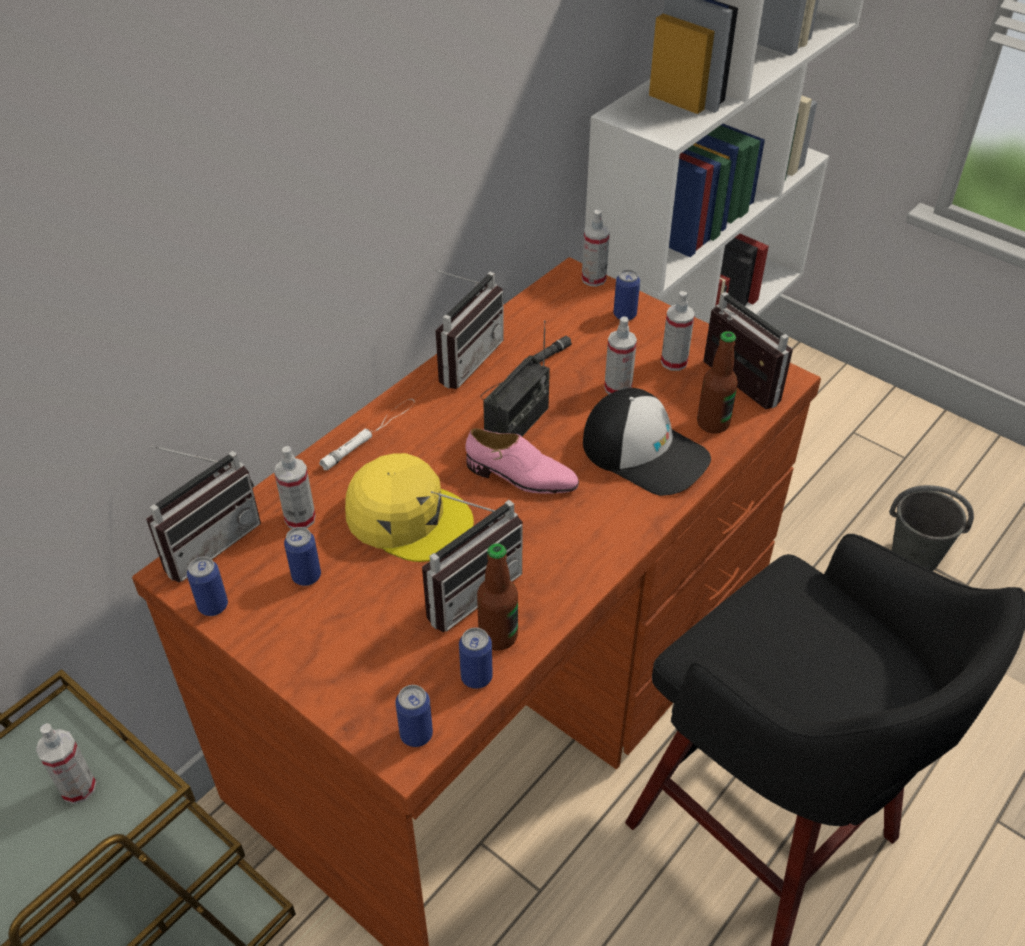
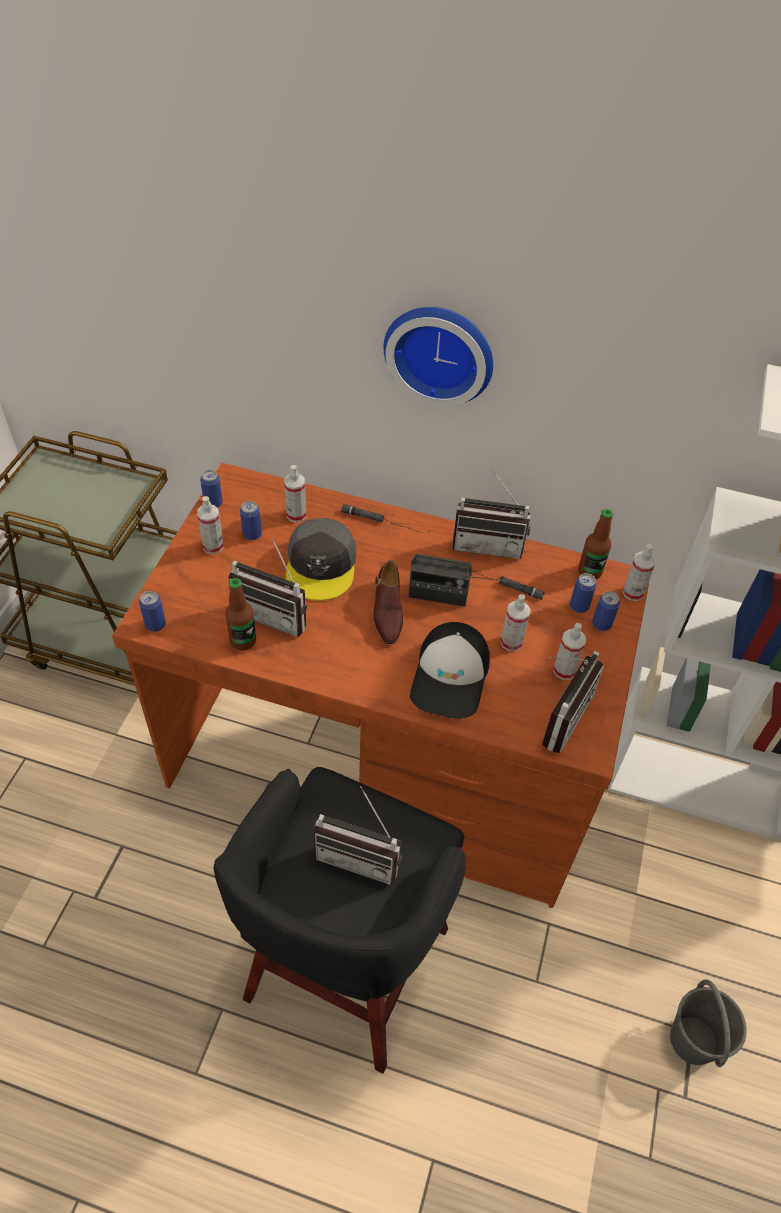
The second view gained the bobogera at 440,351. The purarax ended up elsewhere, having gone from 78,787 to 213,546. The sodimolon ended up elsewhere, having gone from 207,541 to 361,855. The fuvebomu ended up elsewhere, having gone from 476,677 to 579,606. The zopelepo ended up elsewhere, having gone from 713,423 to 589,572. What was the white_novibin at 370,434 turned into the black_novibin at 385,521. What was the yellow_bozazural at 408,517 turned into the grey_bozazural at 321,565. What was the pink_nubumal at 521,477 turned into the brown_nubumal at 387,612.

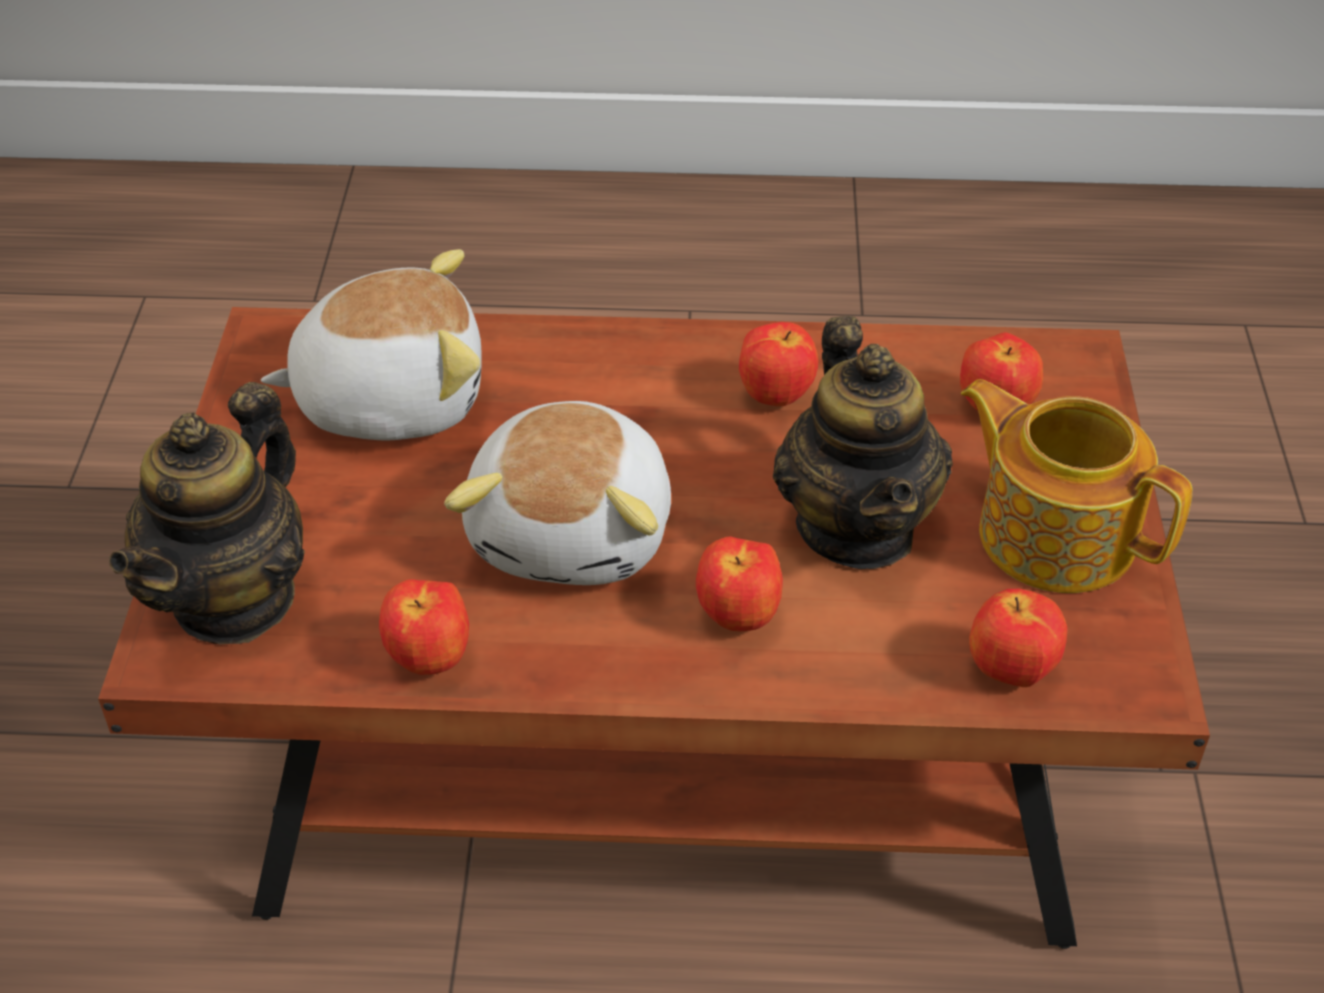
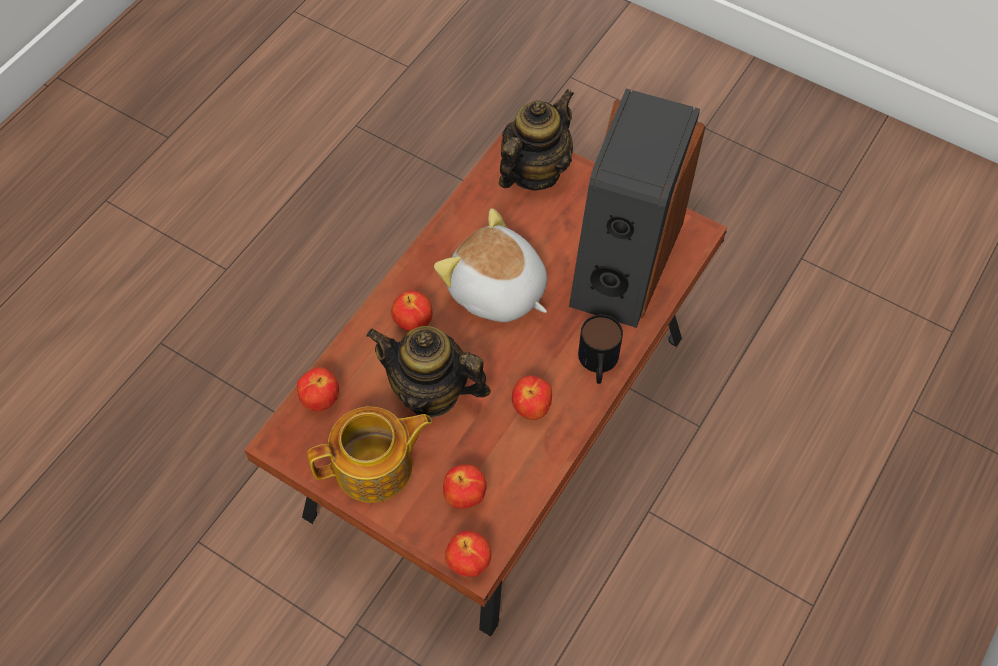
The second view gained the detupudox at 598,364. The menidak ended up elsewhere, having gone from 431,660 to 468,563. Where the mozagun stood at 390,397, the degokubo came to stand at 624,261. The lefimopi at 234,598 ended up facing another way, 75 degrees clockwise from before.

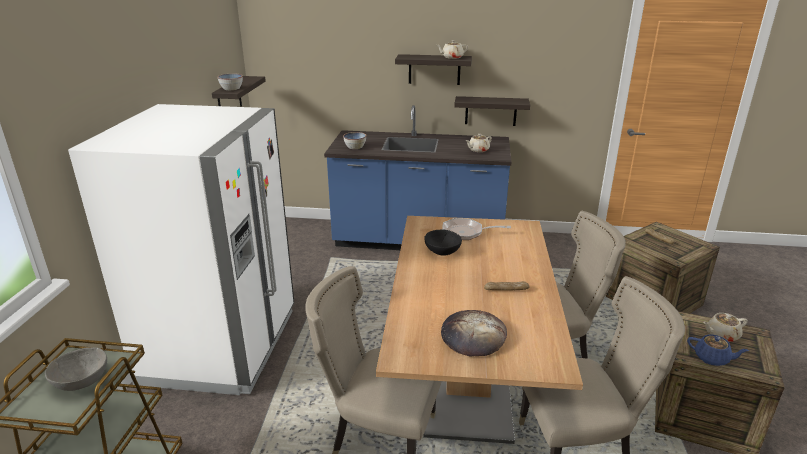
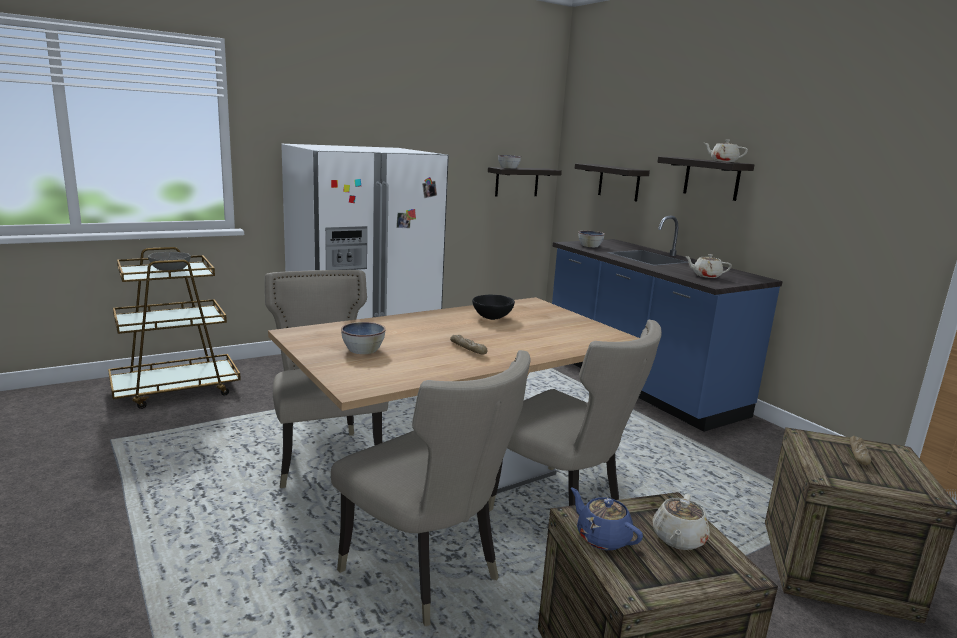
The second view lost the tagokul at 466,232. The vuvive ended up elsewhere, having gone from 491,111 to 619,182. Where the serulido stood at 473,336, the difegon came to stand at 363,350. The blue_lefimopi at 712,358 ended up facing another way, 150 degrees clockwise from before. The beige_lefimopi at 721,335 ended up facing another way, 105 degrees counterclockwise from before.

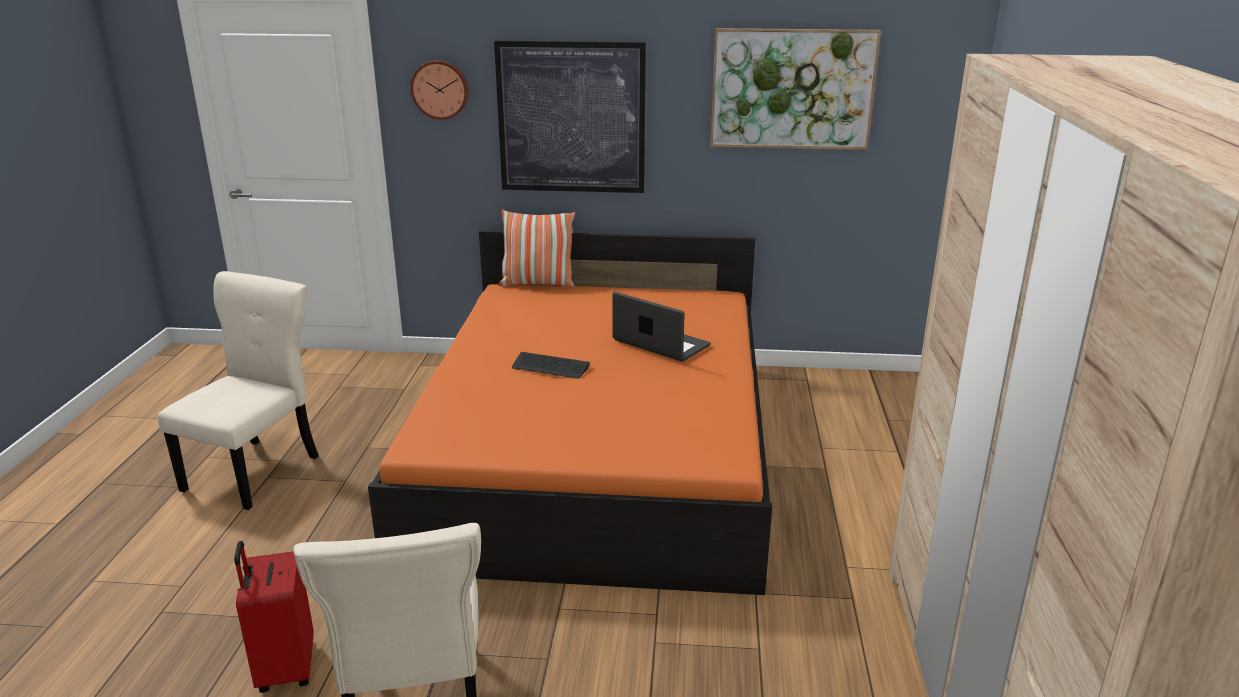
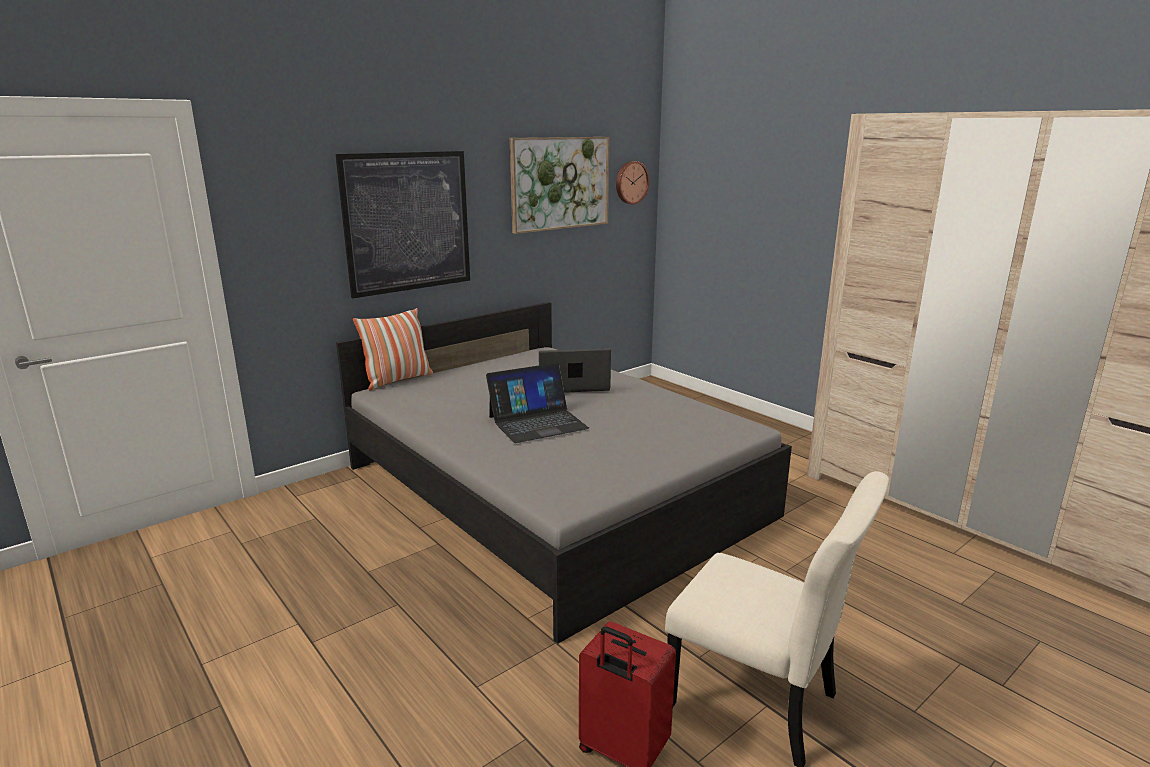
The second view lost the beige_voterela at 256,471. The bobogera ended up elsewhere, having gone from 440,89 to 631,182. Where the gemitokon stood at 550,367, the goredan came to stand at 537,422. What was the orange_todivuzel at 596,451 turned into the grey_todivuzel at 552,491.

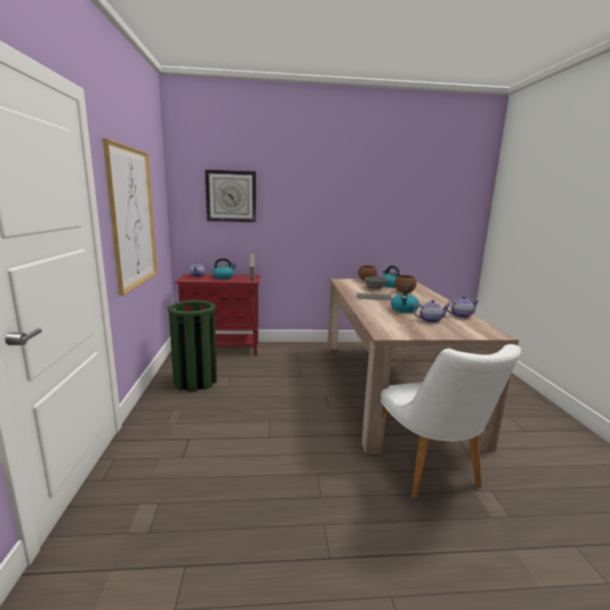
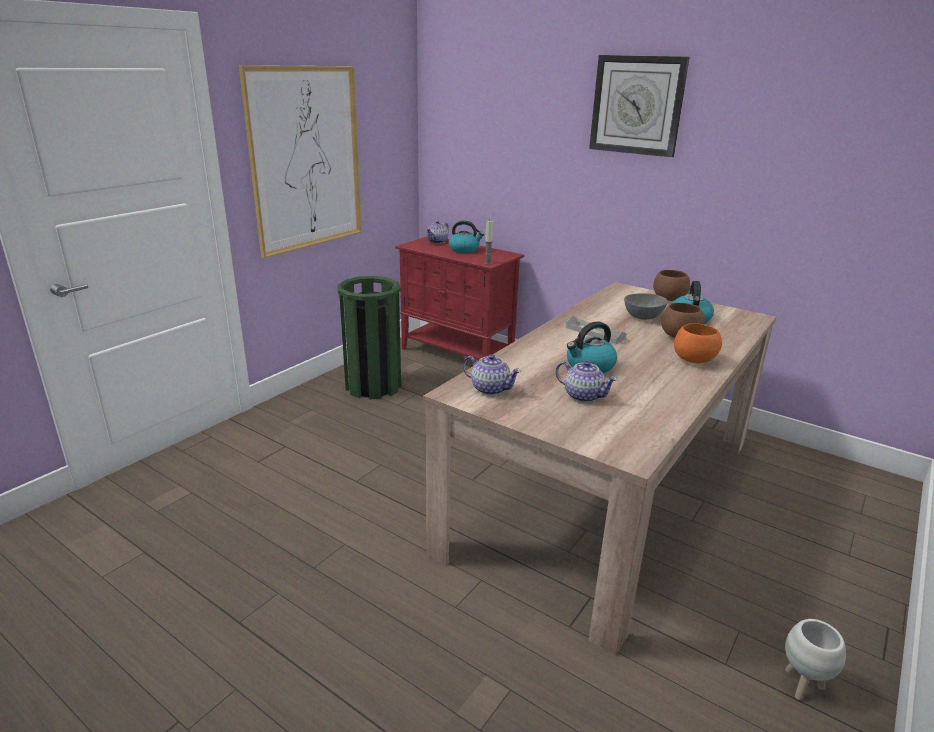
The second view lost the white_voterela at 432,473. The second view gained the orange_difegon at 694,361. The second view gained the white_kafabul at 802,686. The bobogera ended up elsewhere, having gone from 231,196 to 637,105. The lefimopi ended up elsewhere, having gone from 460,315 to 490,389.

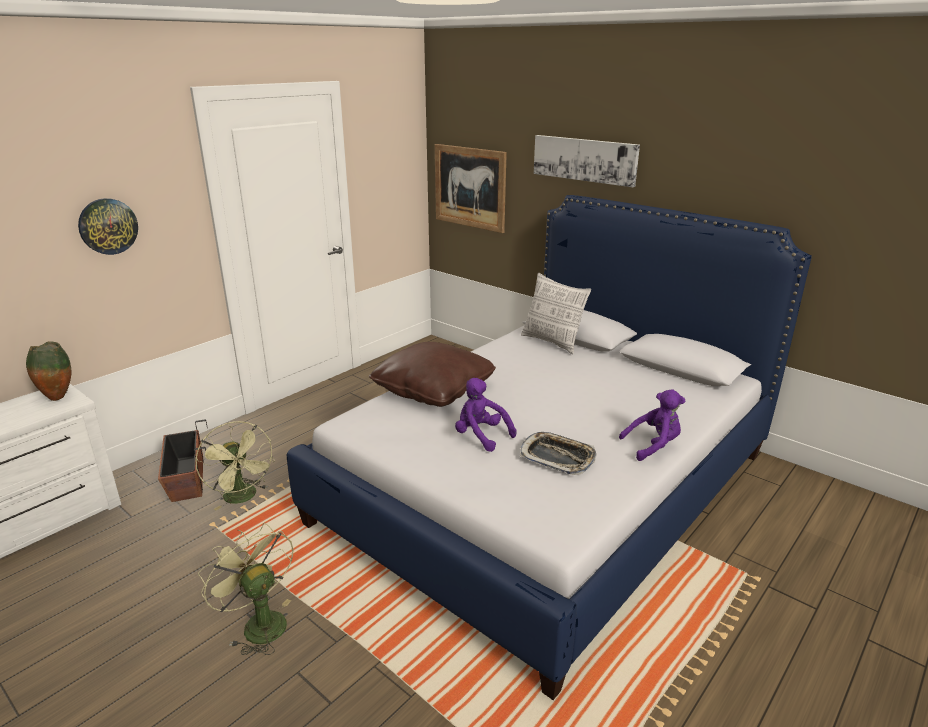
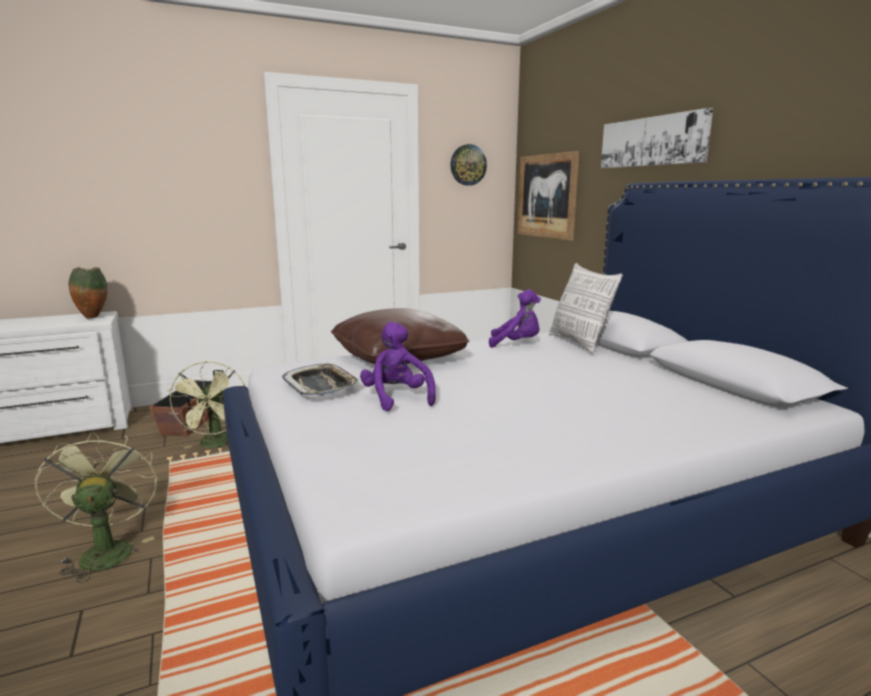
The bobogera ended up elsewhere, having gone from 108,226 to 468,165. The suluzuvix ended up elsewhere, having gone from 557,457 to 321,386. The purple_mozagun ended up elsewhere, having gone from 653,446 to 516,344.

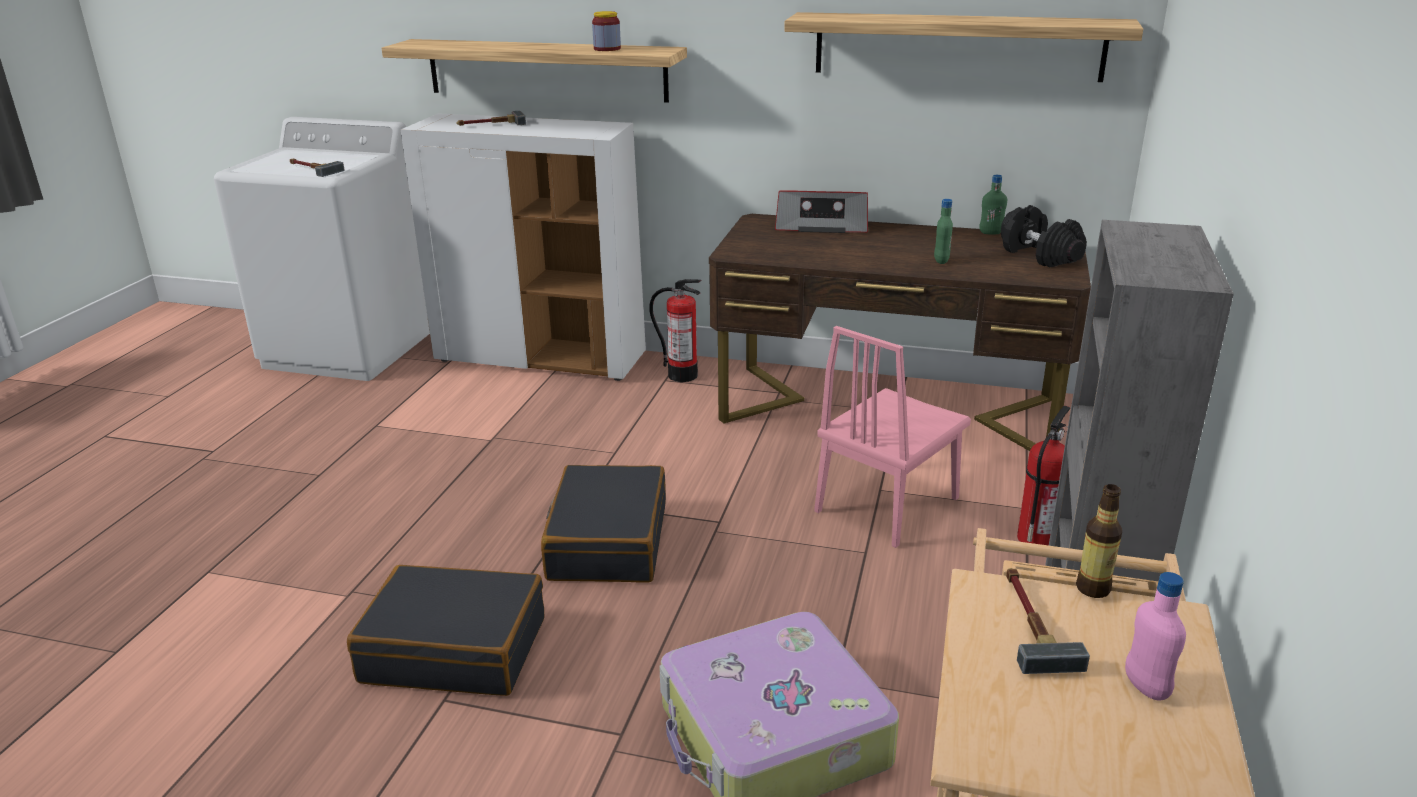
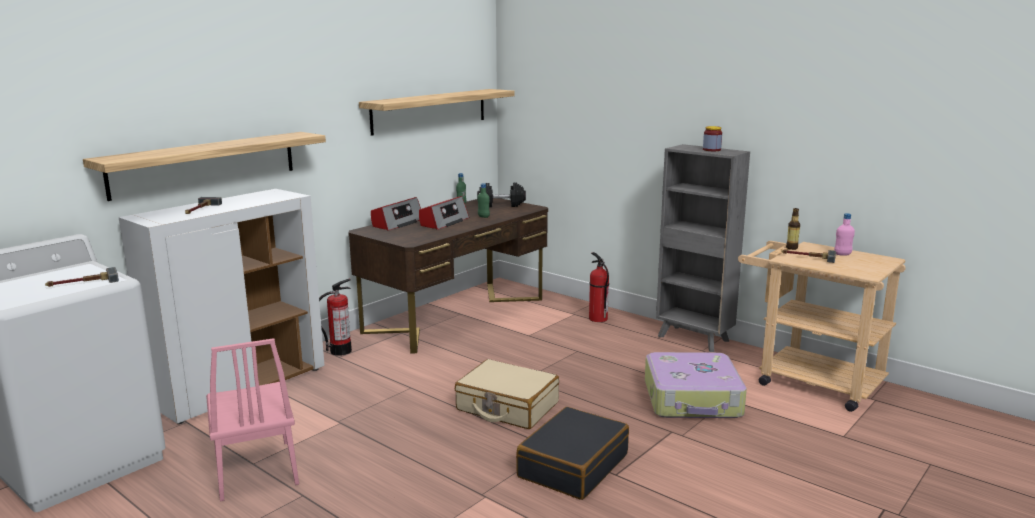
The second view gained the sodimolon at 443,222. The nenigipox ended up elsewhere, having gone from 607,49 to 711,150. The pink_voterela ended up elsewhere, having gone from 887,504 to 256,469. What was the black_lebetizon at 607,542 turned into the beige_lebetizon at 507,407.

